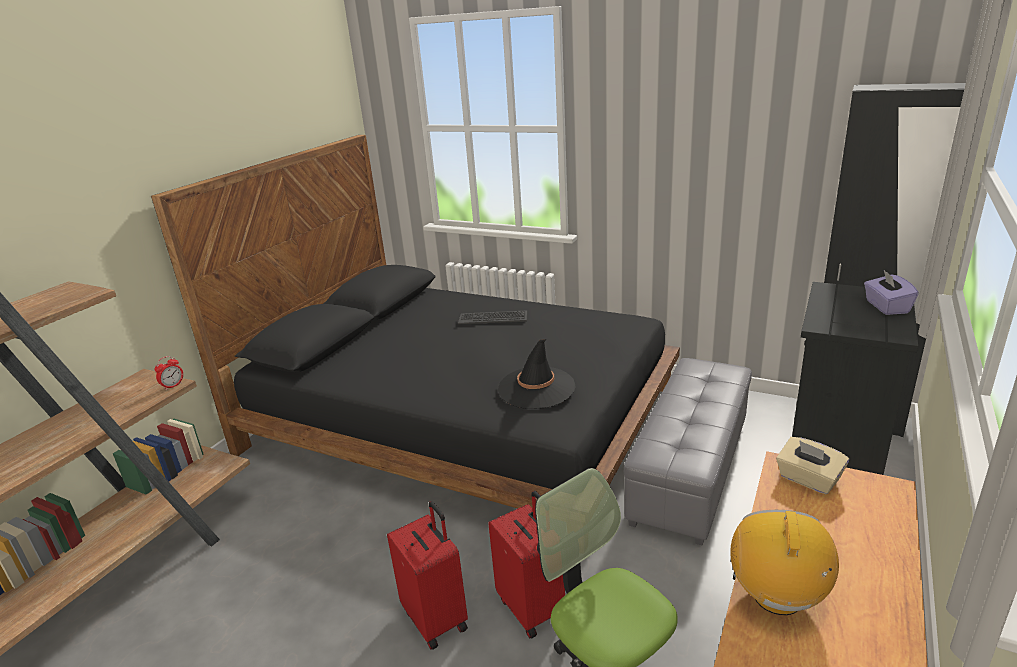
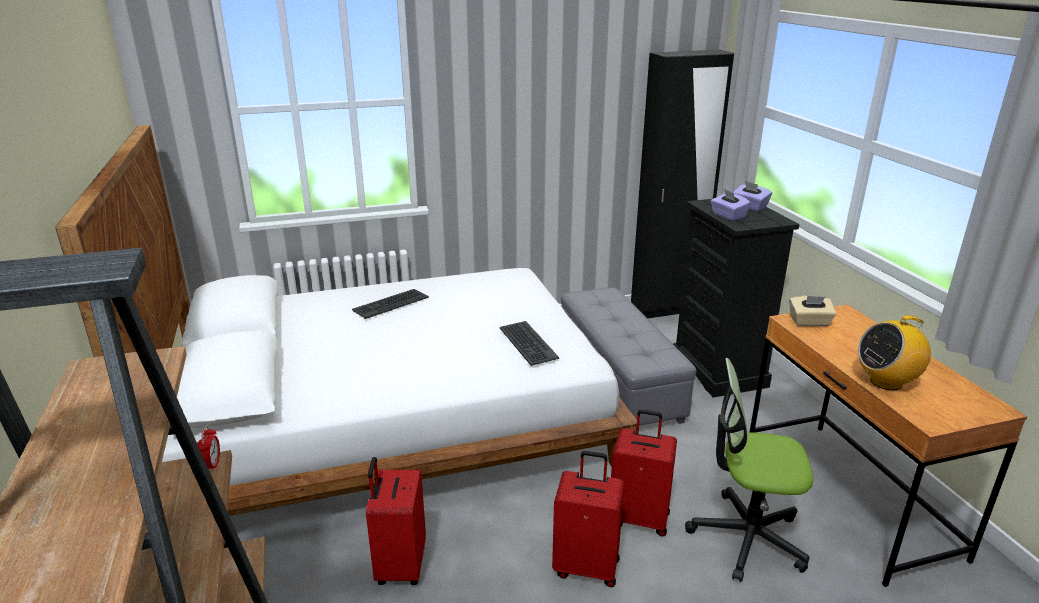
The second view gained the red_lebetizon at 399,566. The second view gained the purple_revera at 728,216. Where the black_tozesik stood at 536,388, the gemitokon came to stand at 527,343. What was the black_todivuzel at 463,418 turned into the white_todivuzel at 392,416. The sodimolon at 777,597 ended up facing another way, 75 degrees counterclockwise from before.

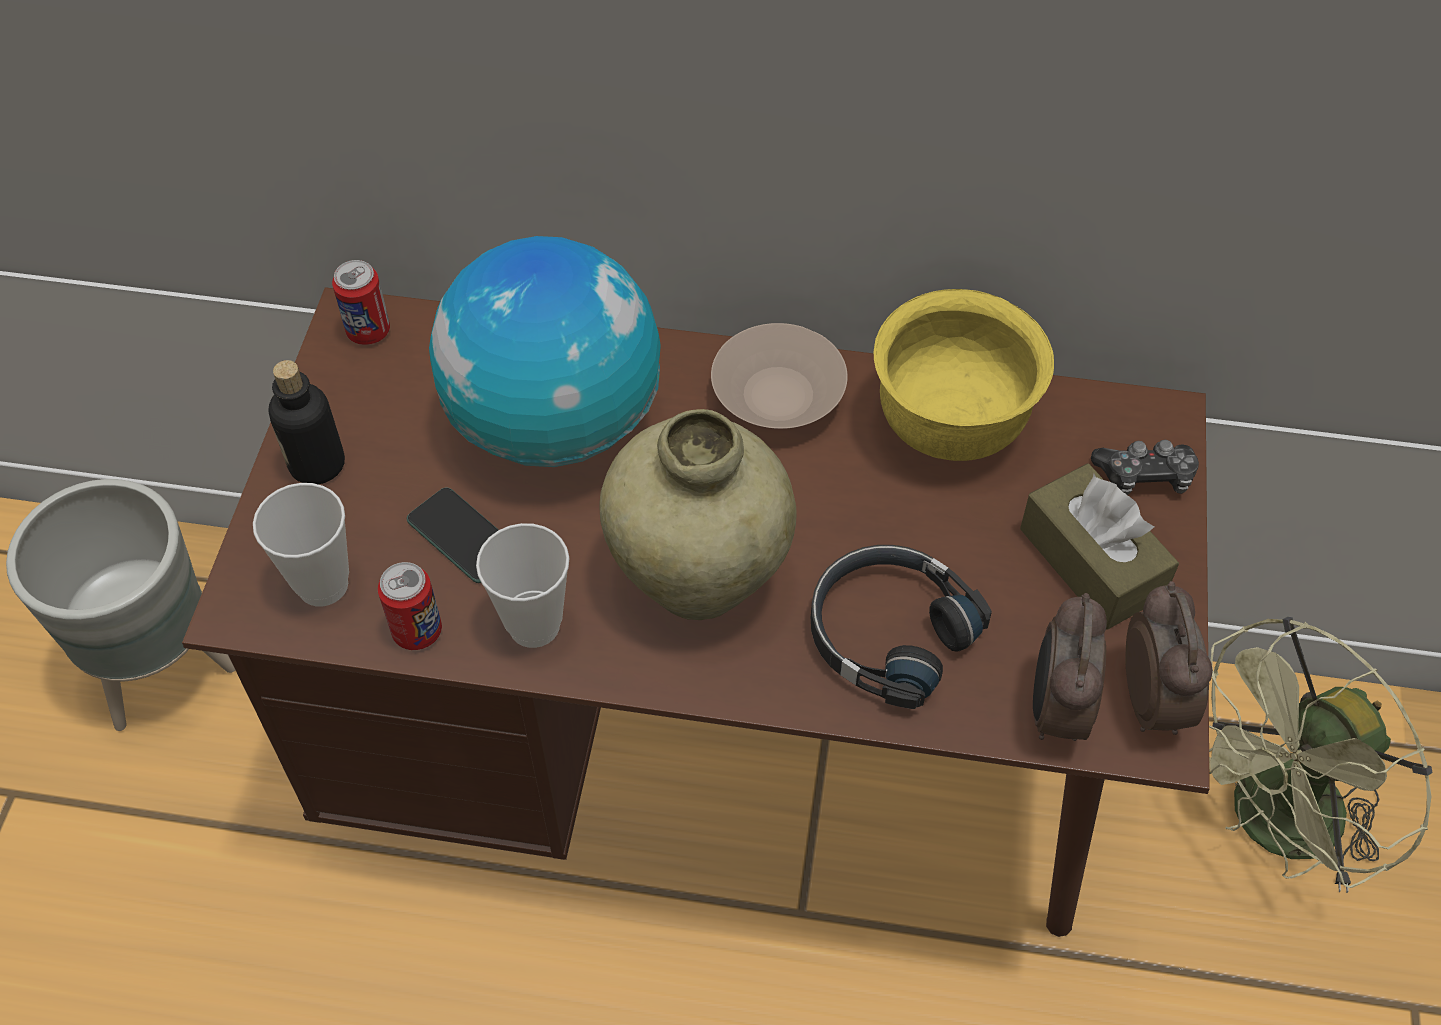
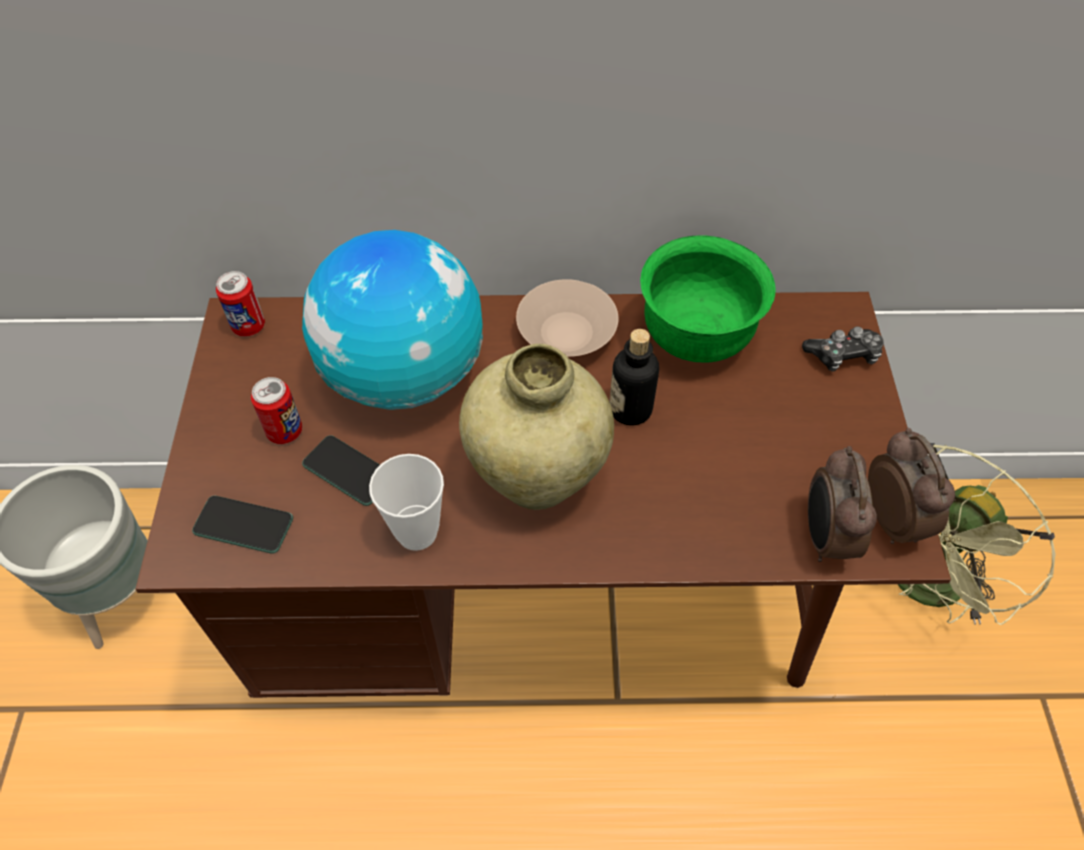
The second view lost the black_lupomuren at 888,632. The second view lost the brown_revera at 1091,562. The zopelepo ended up elsewhere, having gone from 317,464 to 630,409. The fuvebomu ended up elsewhere, having gone from 417,631 to 284,431. Where the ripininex stood at 323,585, the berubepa came to stand at 243,525. What was the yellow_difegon at 951,425 turned into the green_difegon at 696,337.

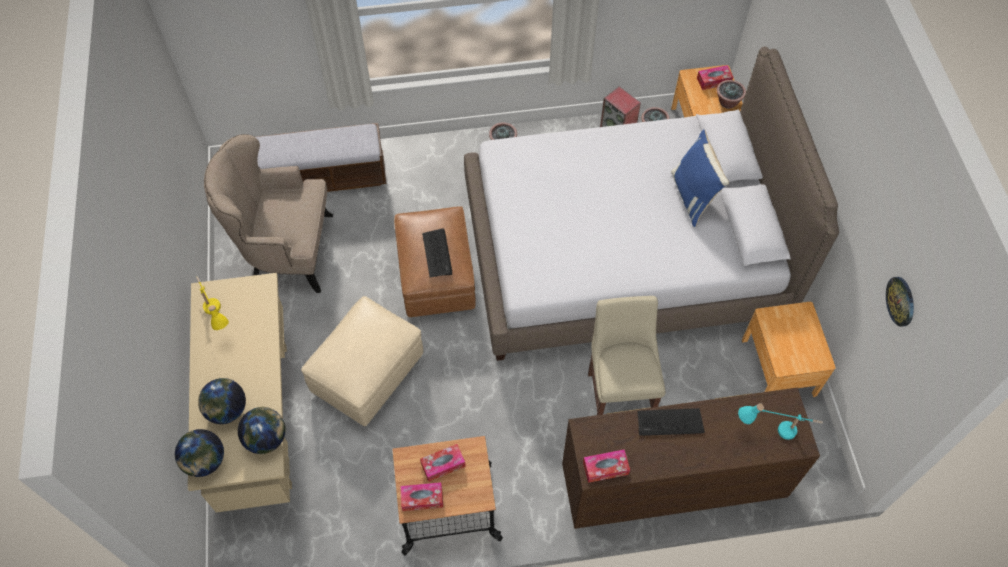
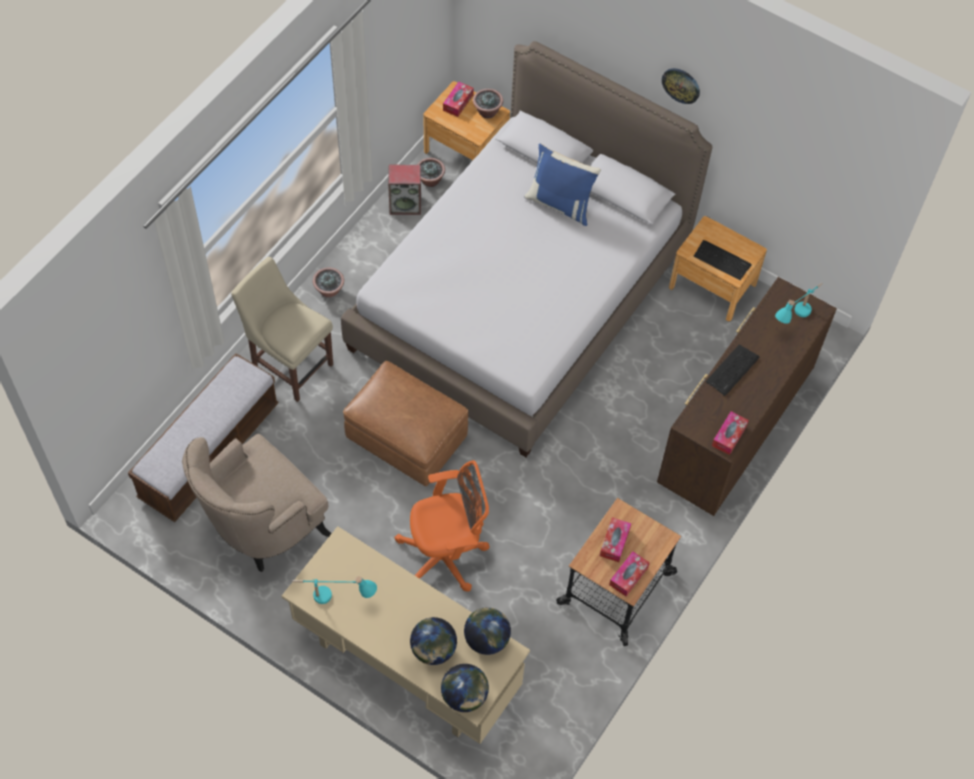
The gemitokon ended up elsewhere, having gone from 437,253 to 722,260. The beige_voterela ended up elsewhere, having gone from 619,393 to 290,365. The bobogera ended up elsewhere, having gone from 901,301 to 681,85. Where the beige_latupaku stood at 368,374, the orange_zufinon came to stand at 446,556. What was the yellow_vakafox at 217,316 turned into the turquoise_vakafox at 336,598.

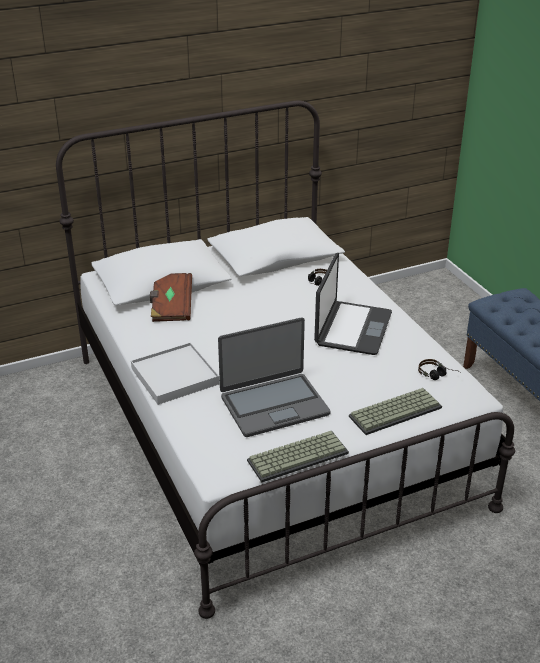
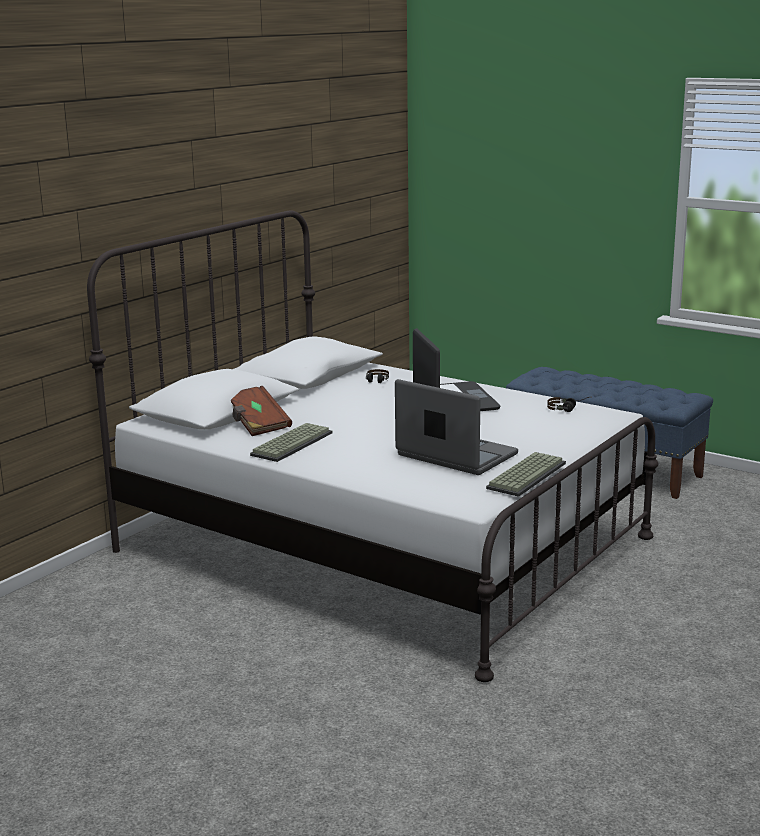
The second view lost the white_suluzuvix at 174,376. The gemitokon ended up elsewhere, having gone from 395,411 to 291,443. The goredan at 274,405 ended up facing another way, 90 degrees counterclockwise from before.

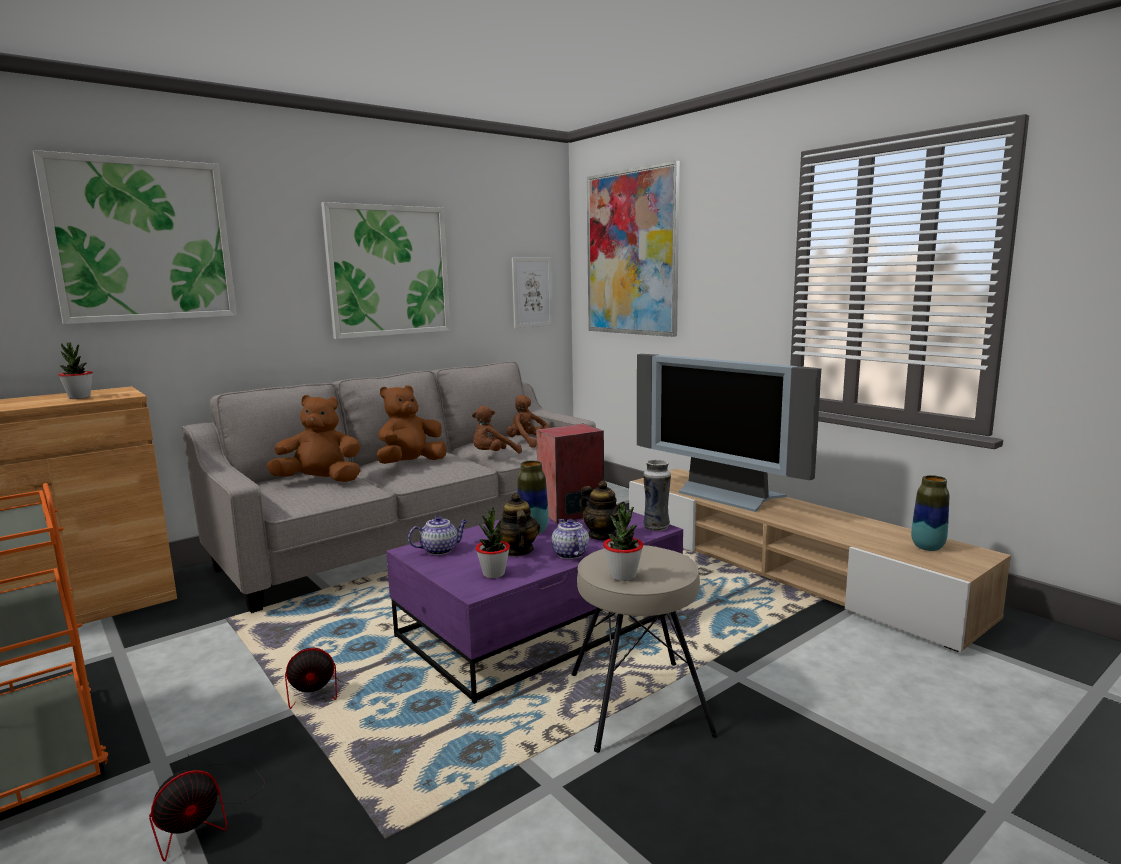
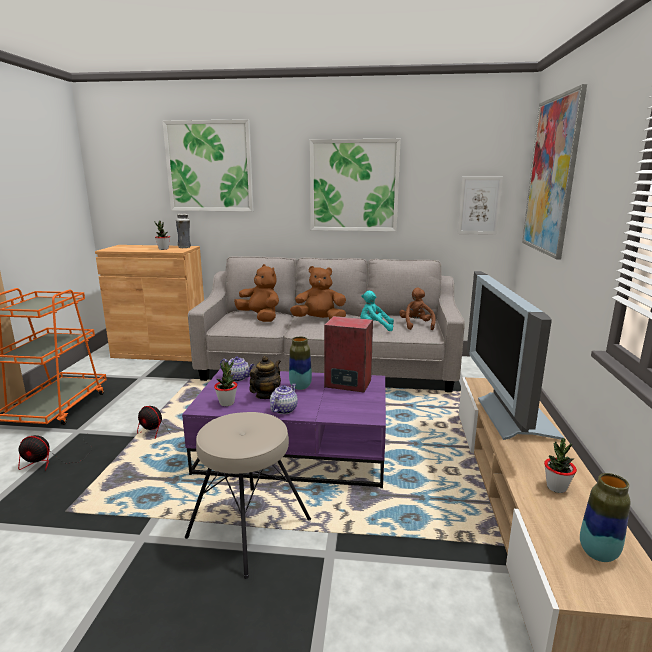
The second view lost the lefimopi at 603,536. The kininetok ended up elsewhere, having gone from 623,576 to 556,487. The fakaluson ended up elsewhere, having gone from 656,527 to 185,247. What was the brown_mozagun at 493,455 turned into the turquoise_mozagun at 374,328.

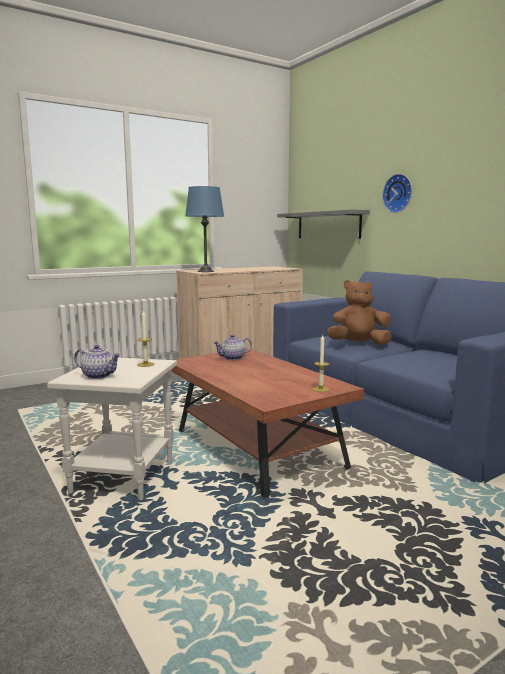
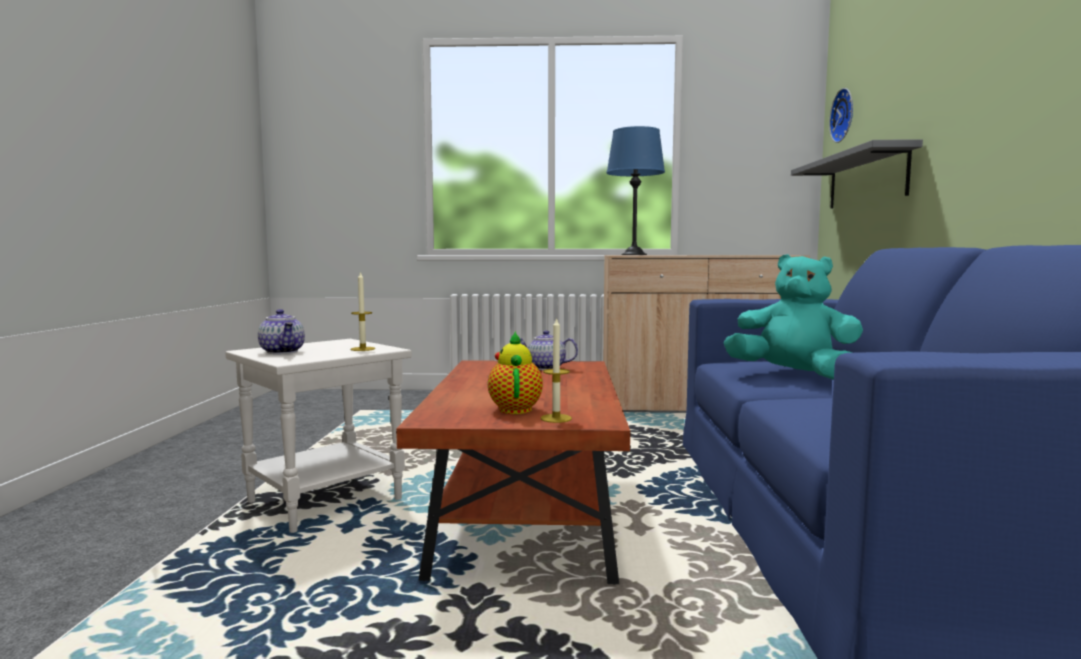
The second view gained the lefimopi at 515,408. The bobogera ended up elsewhere, having gone from 399,193 to 845,115. What was the brown_mozagun at 358,344 turned into the turquoise_mozagun at 793,375.

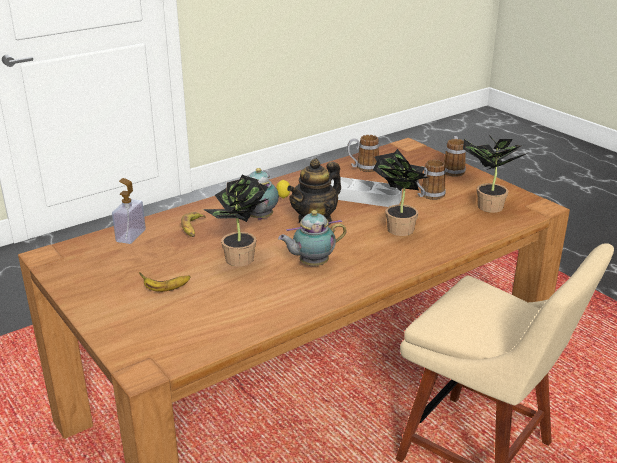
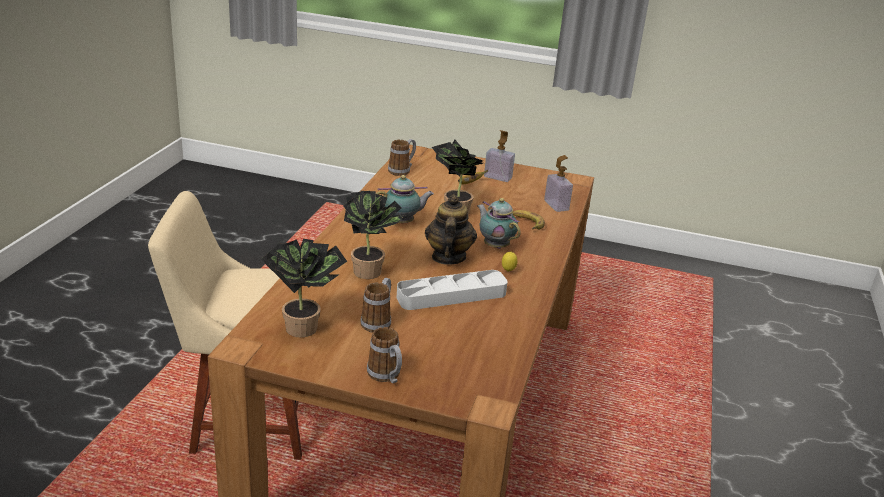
The second view gained the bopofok at 498,177. The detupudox ended up elsewhere, having gone from 363,168 to 402,170. The lefimopi at 311,264 ended up facing another way, 45 degrees clockwise from before.

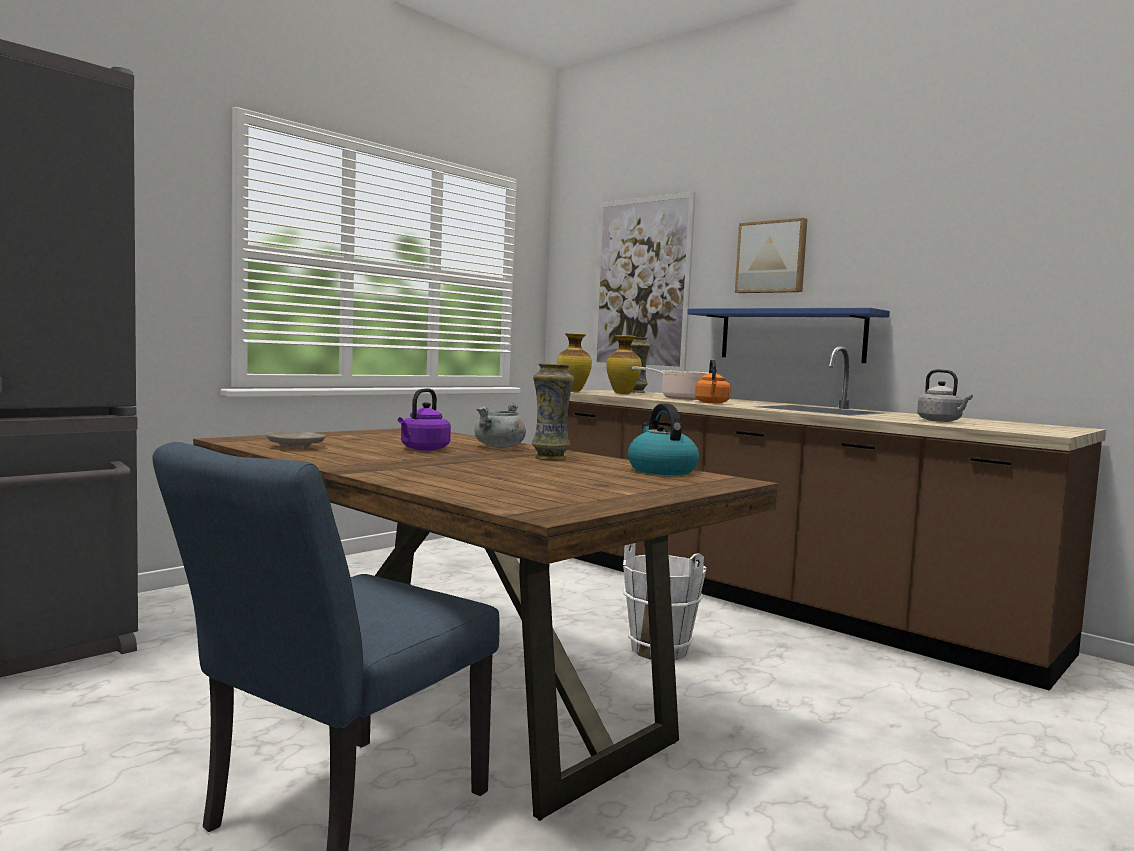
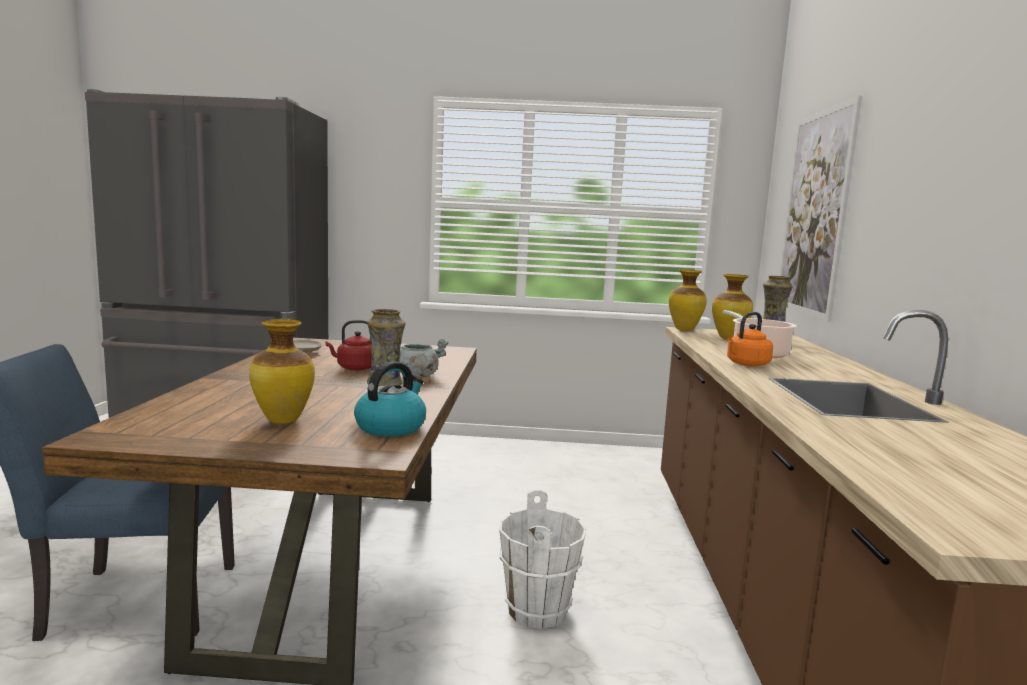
The second view lost the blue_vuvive at 791,335. The second view lost the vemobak at 772,257. The second view lost the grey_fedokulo at 941,421. The second view gained the fakaluson at 282,420. What was the purple_fedokulo at 423,449 turned into the red_fedokulo at 354,368.

